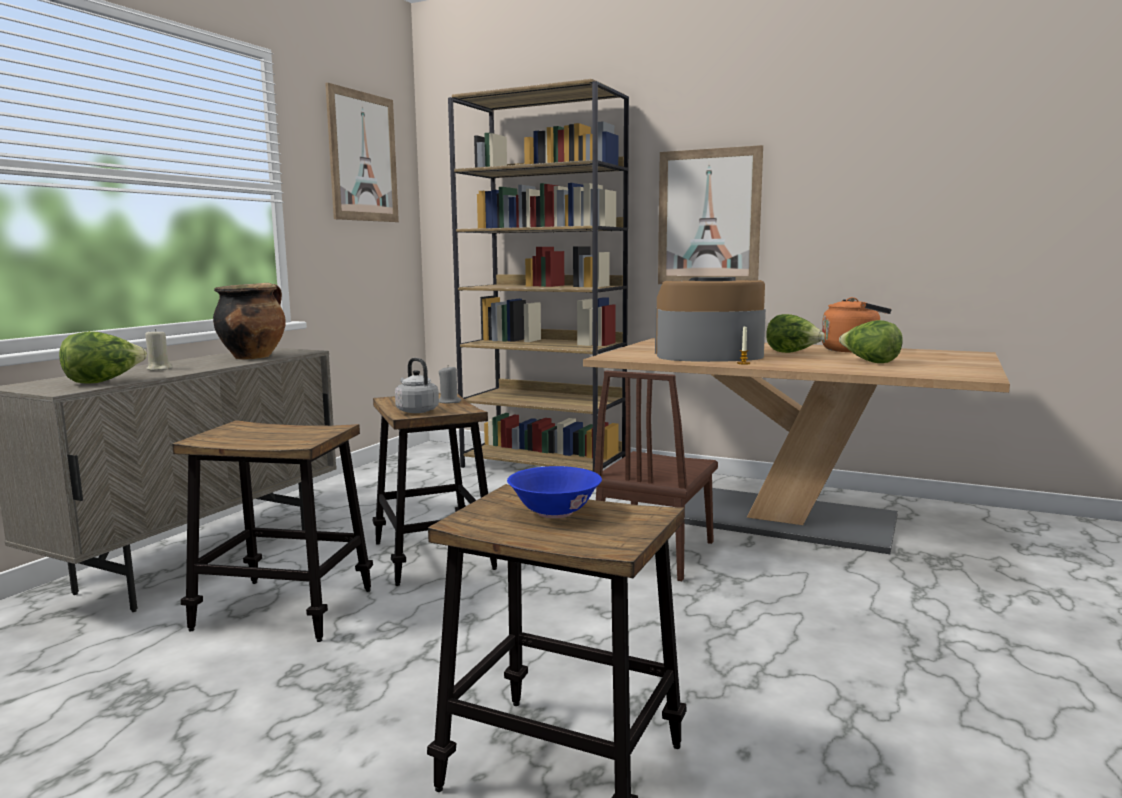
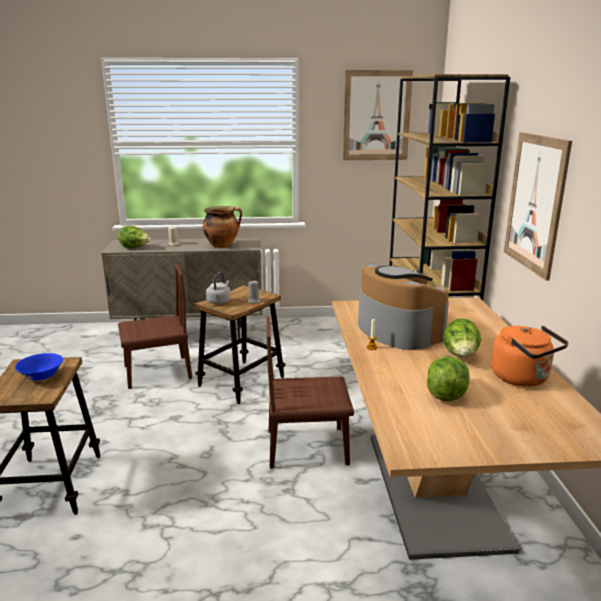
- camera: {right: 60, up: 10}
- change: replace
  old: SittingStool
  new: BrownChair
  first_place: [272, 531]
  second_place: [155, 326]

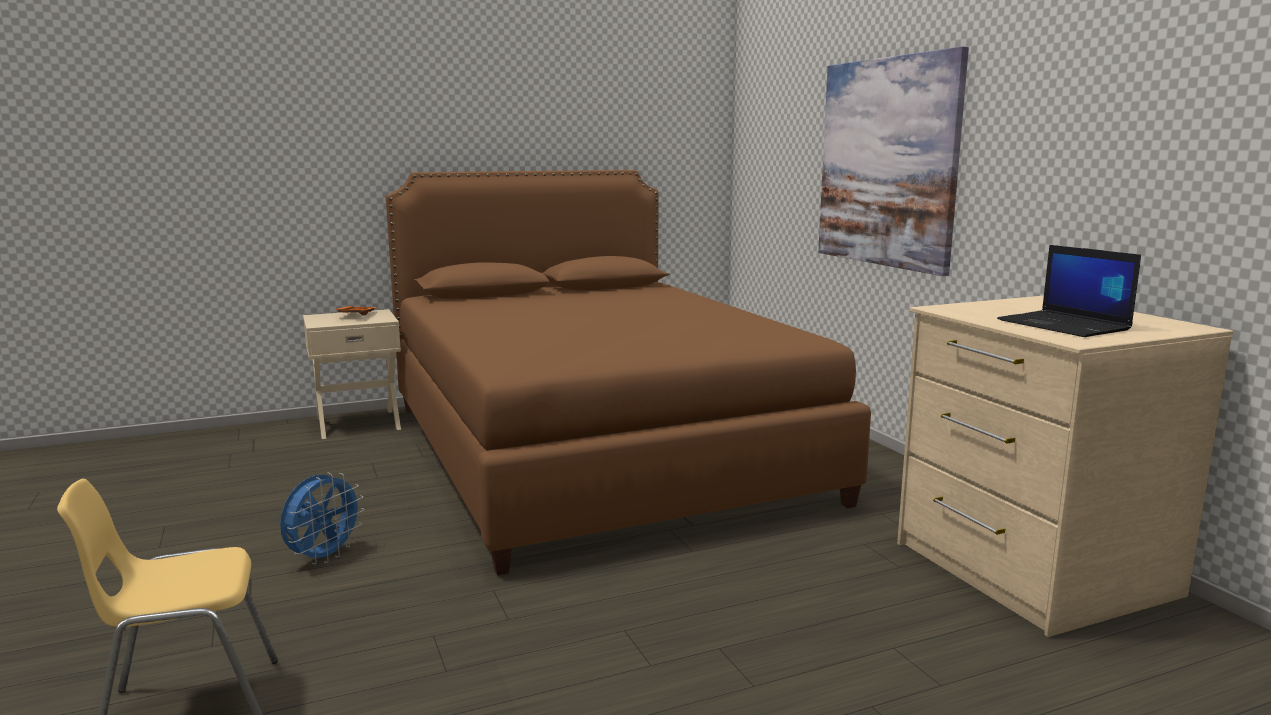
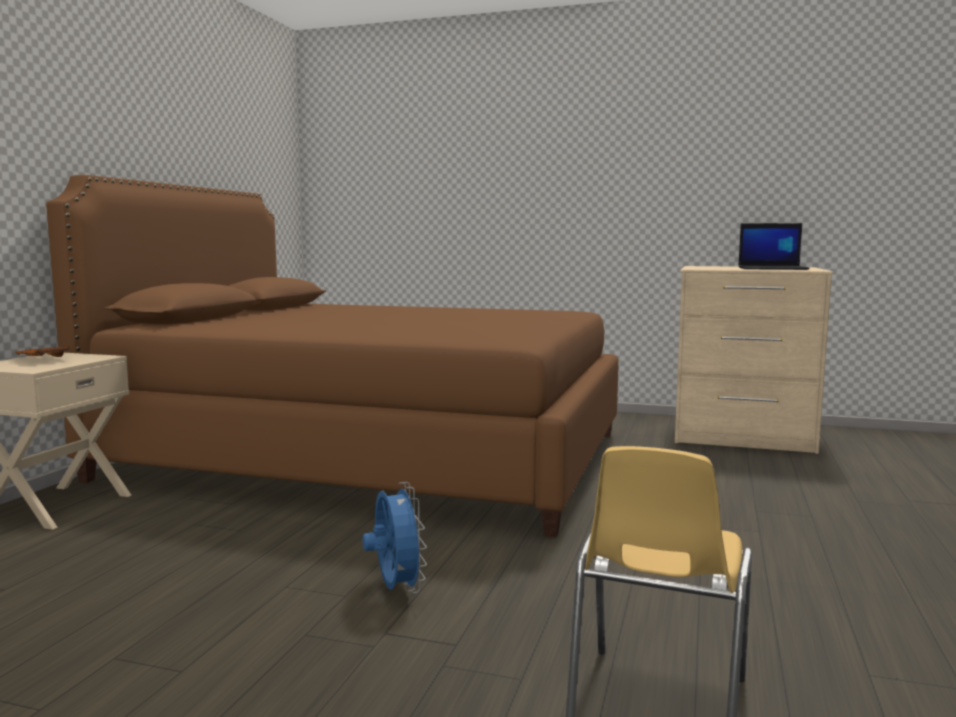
- camera: {right: -50, up: -5}
- change: delete
  old: WallArt
  first_place: [893, 161]

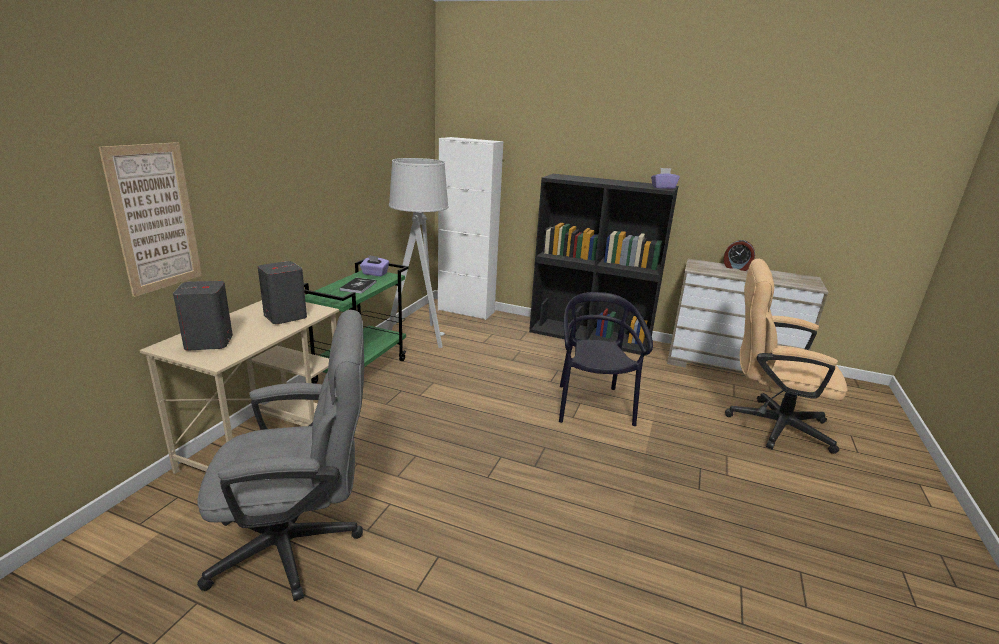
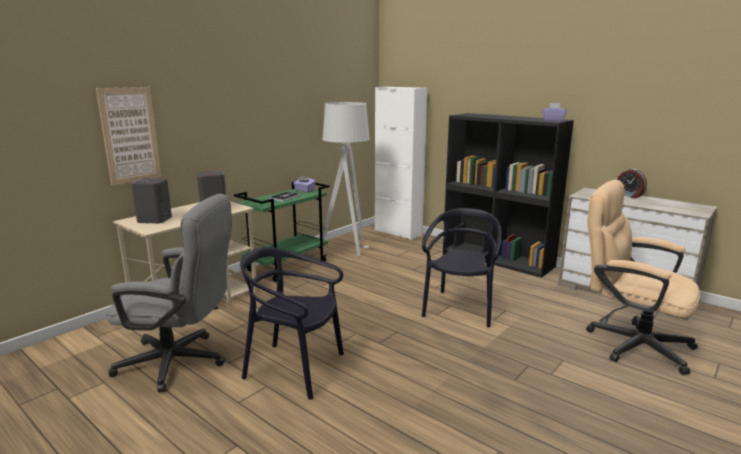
- camera: {right: 20, up: -5}
- change: insert
  new: BlackChair
  second_place: [292, 323]

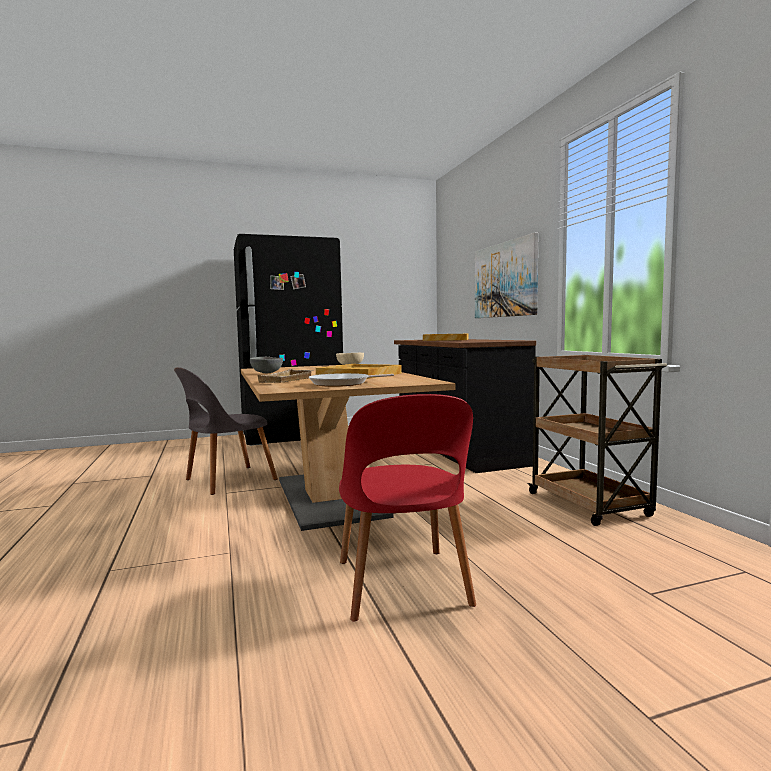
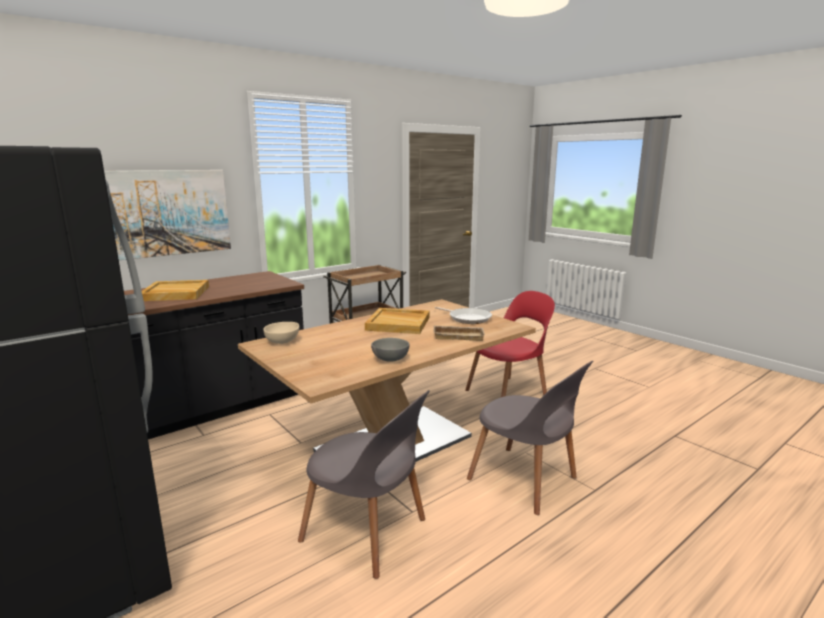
- camera: {right: -110, up: 10}
- change: insert
  new: GrayChair
  second_place: [530, 437]

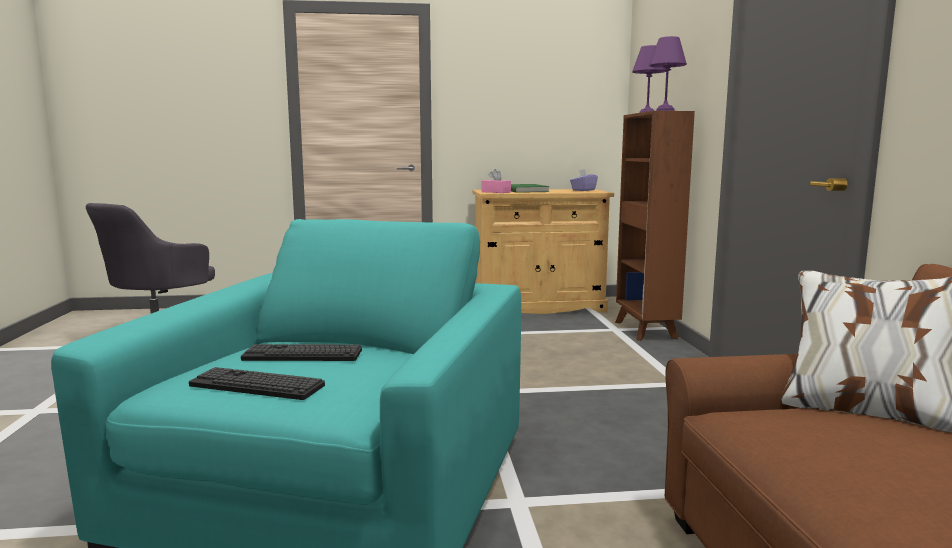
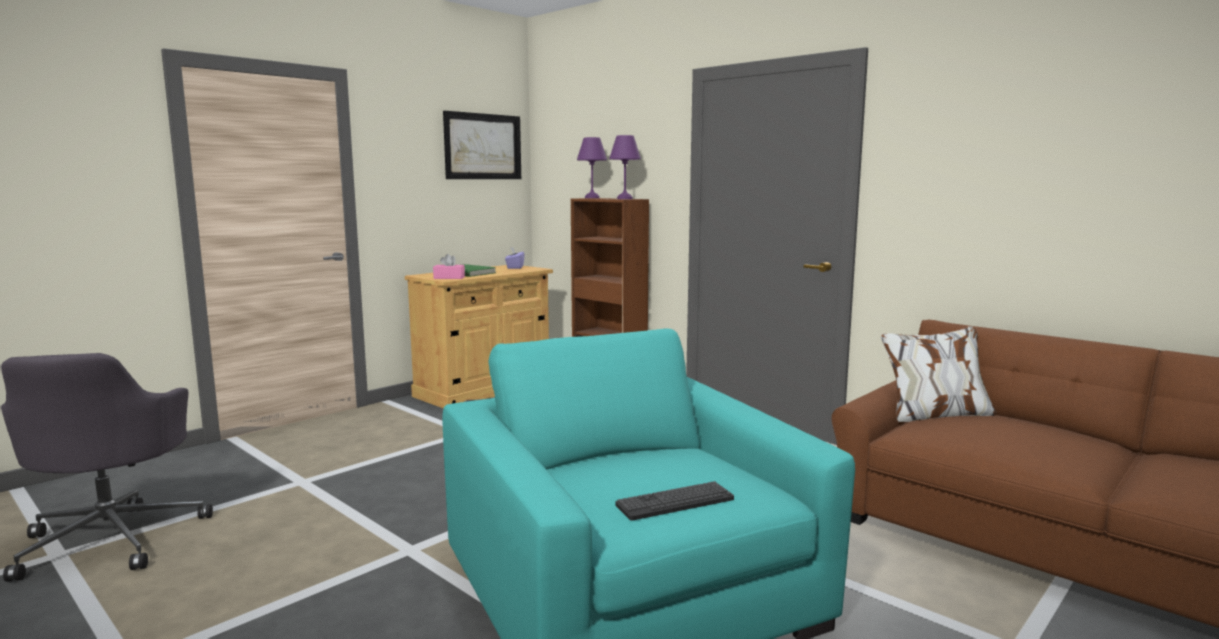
- camera: {right: -40, up: 0}
- change: delete
  old: Keyboard
  first_place: [301, 352]
- change: insert
  new: WallArt
  second_place: [482, 145]

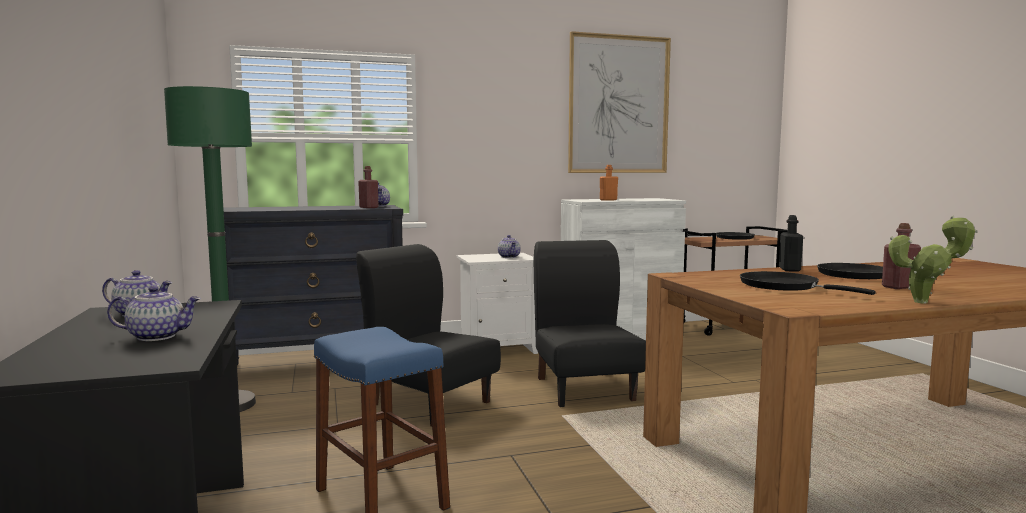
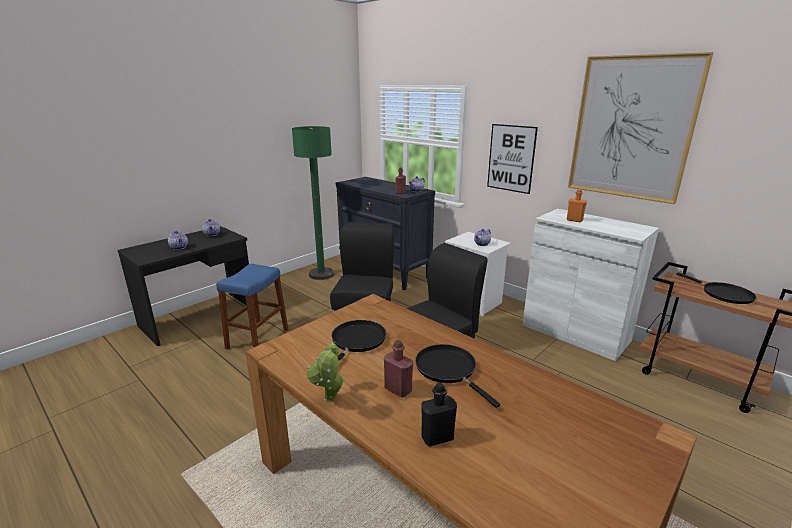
- camera: {right: 60, up: 15}
- change: insert
  new: WallArt
  second_place: [512, 159]
- change: move
  old: BlackBottle
  first_place: [791, 243]
  second_place: [439, 414]

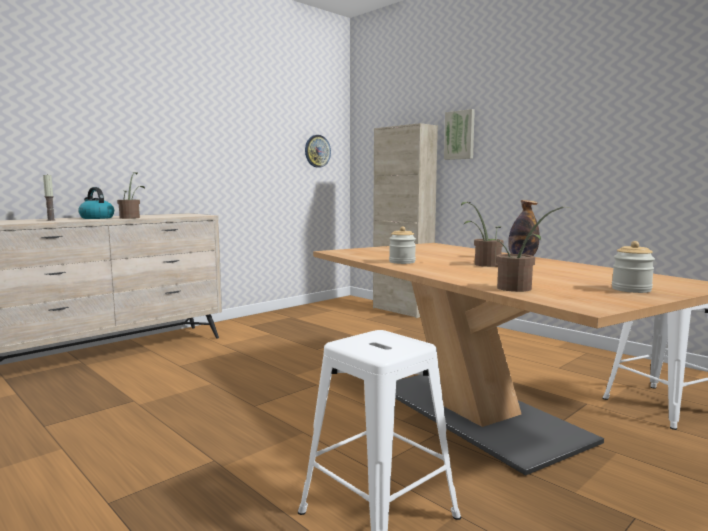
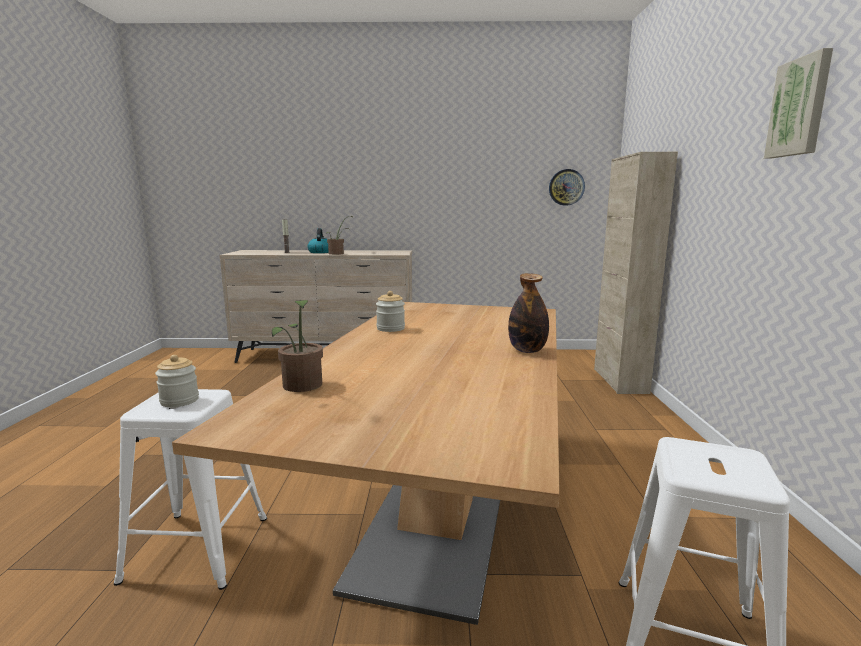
- camera: {right: 45, up: 5}
- change: delete
  old: PlantInAPot
  first_place: [482, 234]
- change: move
  old: WallArt
  first_place: [459, 134]
  second_place: [798, 103]
- change: move
  old: StorageJar
  first_place: [633, 267]
  second_place: [177, 381]

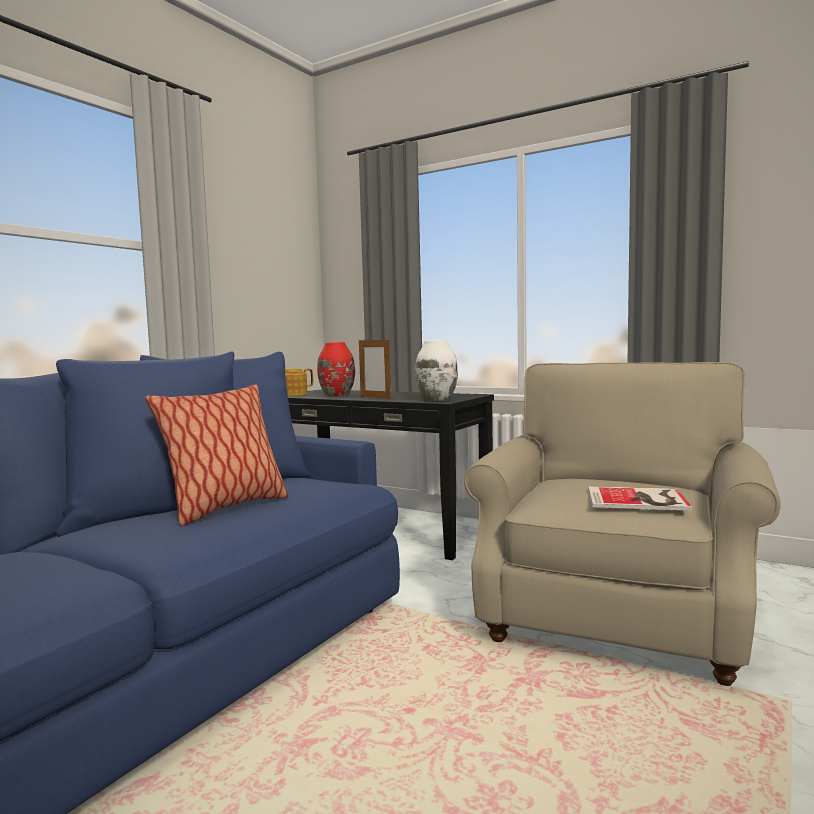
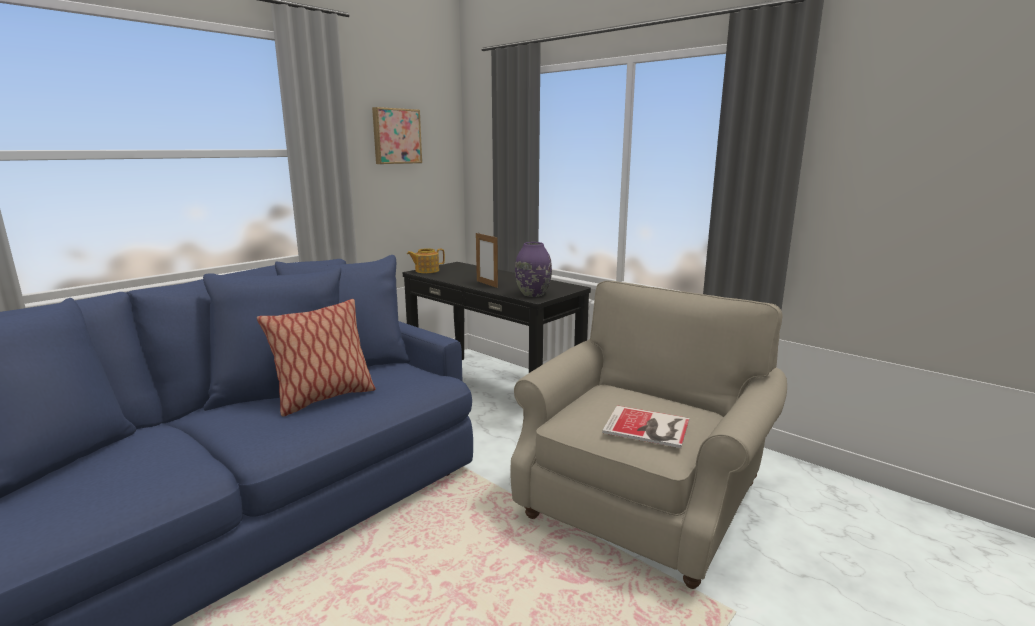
- camera: {right: 10, up: 10}
- change: delete
  old: RedColouredVase
  first_place: [336, 369]
- change: insert
  new: WallArt
  second_place: [397, 135]
- change: recolor
  old: WhiteColouredVase
  new: PurplishVase
  first_place: [436, 370]
  second_place: [533, 269]

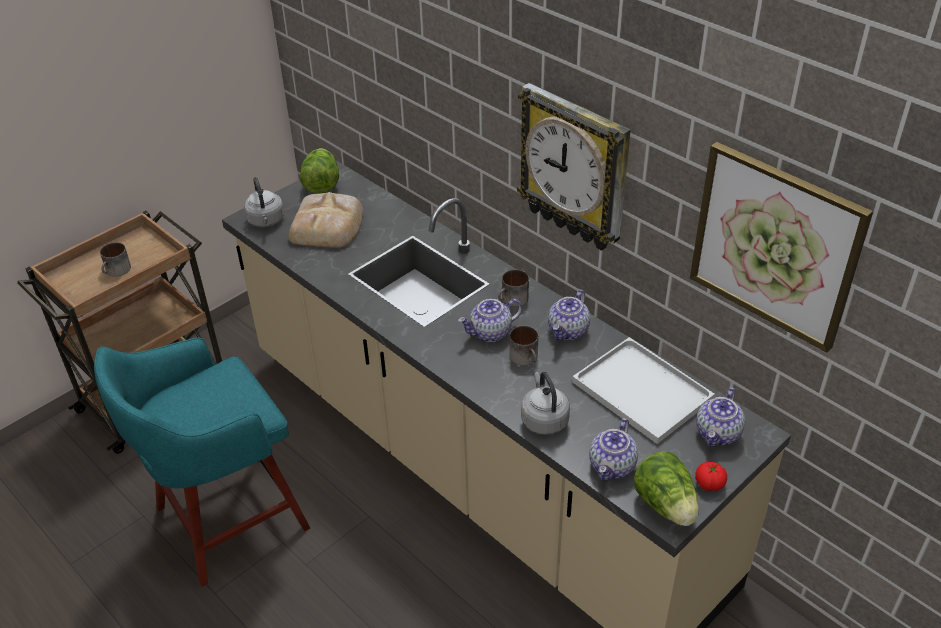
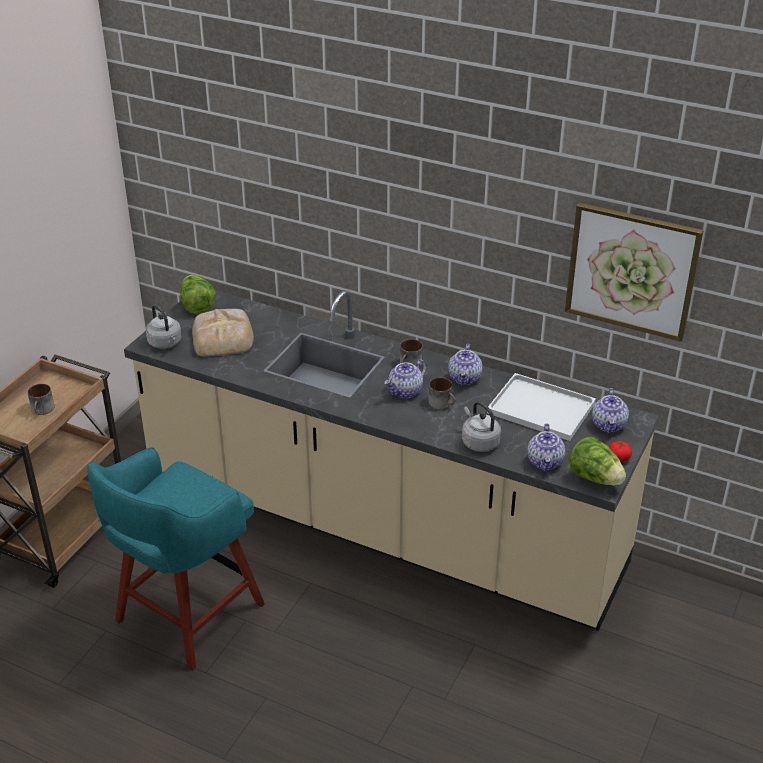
- camera: {right: -20, up: -5}
- change: delete
  old: ClockOnTheWall
  first_place: [574, 167]

